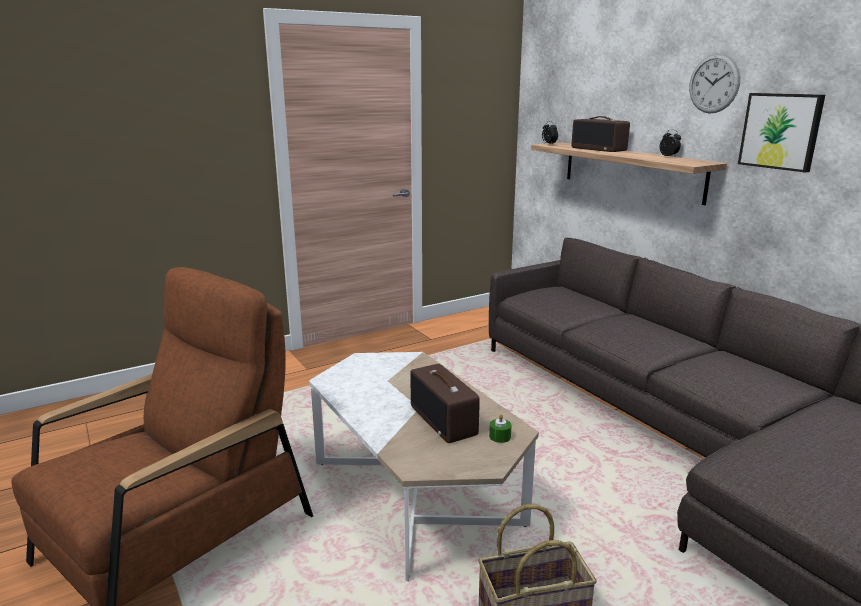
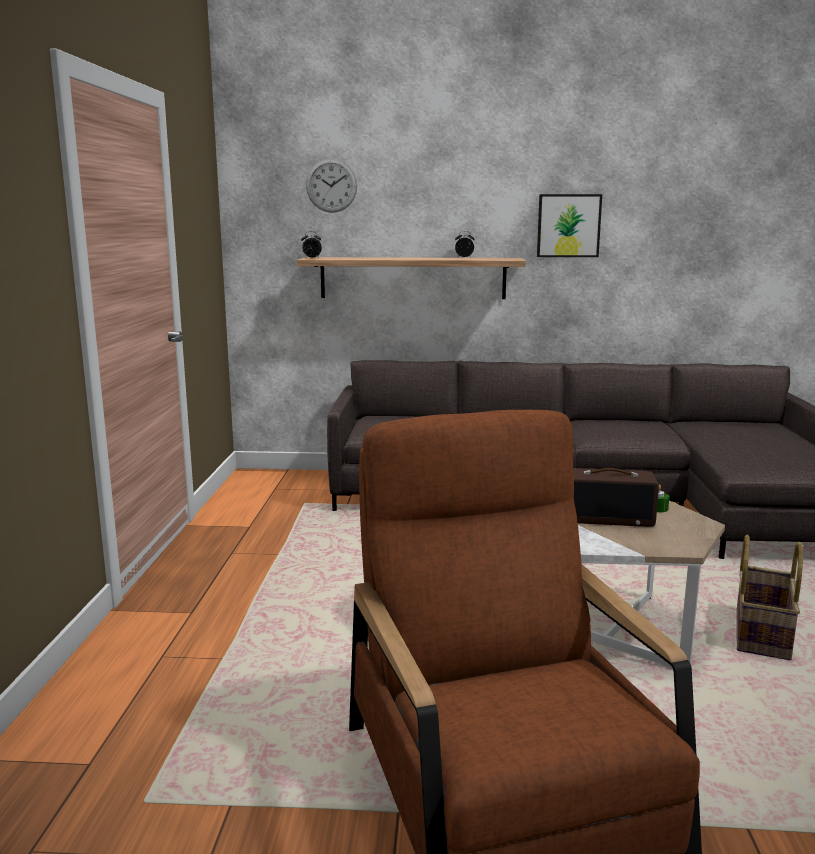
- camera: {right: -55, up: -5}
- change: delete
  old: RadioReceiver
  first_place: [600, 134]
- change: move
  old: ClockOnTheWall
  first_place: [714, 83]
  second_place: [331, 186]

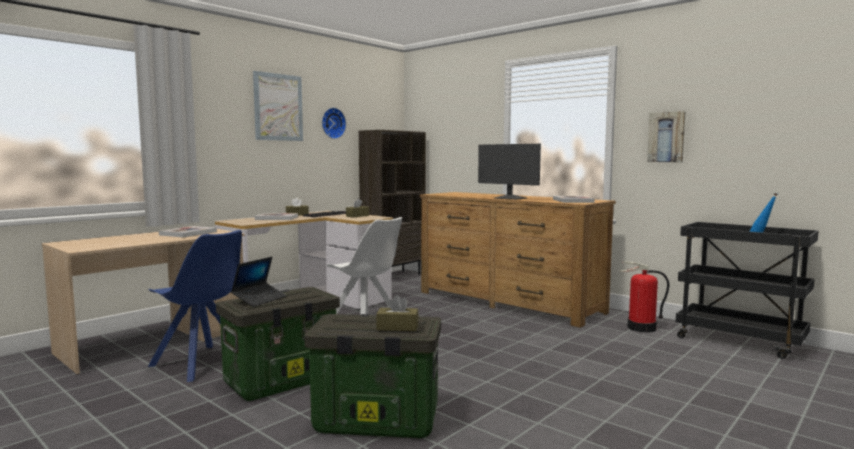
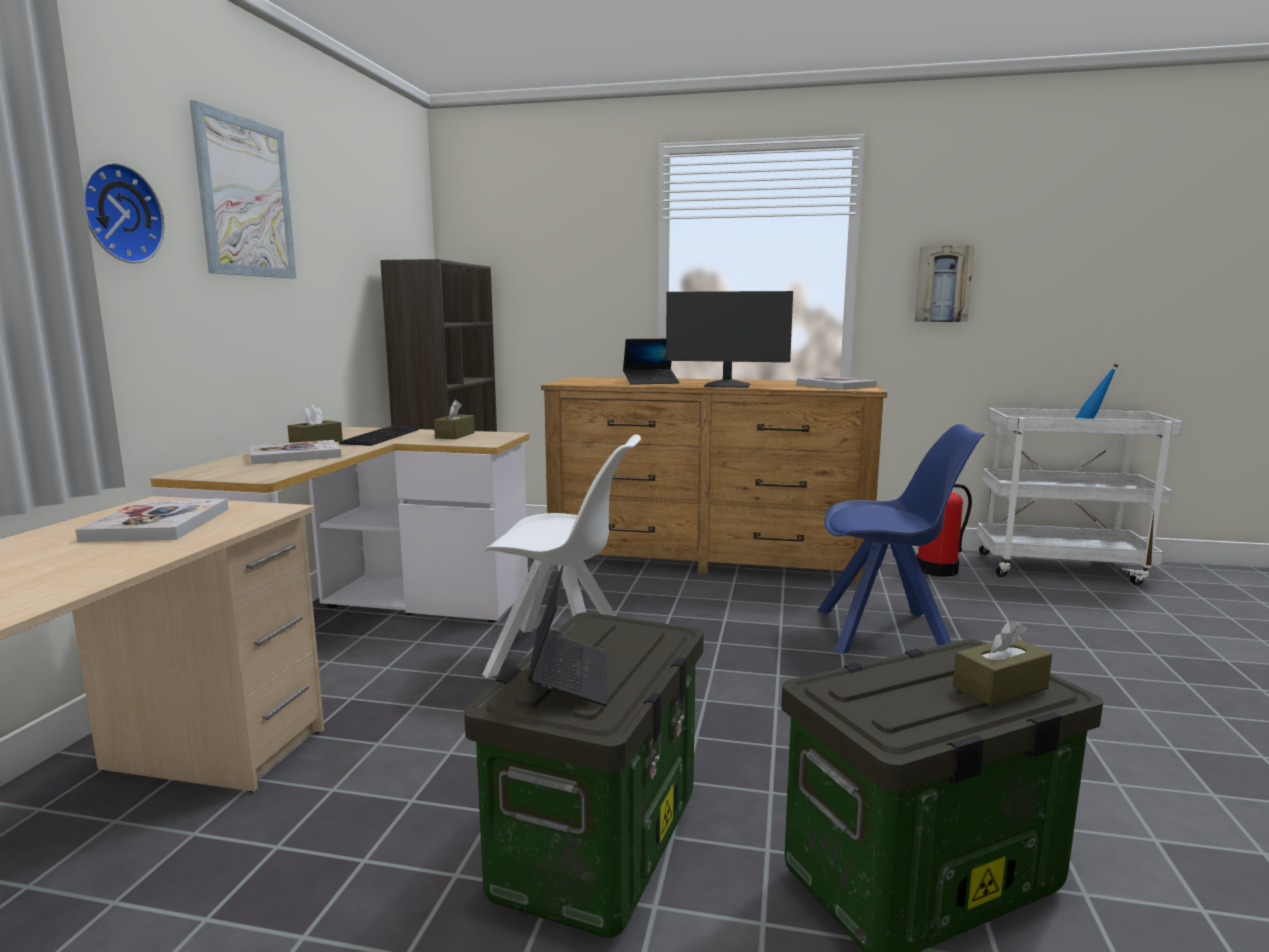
- camera: {right: -30, up: 5}
- change: insert
  new: NotebookComputer
  second_place: [651, 362]
- change: move
  old: BluishChair
  first_place: [195, 306]
  second_place: [901, 539]
- change: move
  old: ClockOnTheWall
  first_place: [334, 123]
  second_place: [123, 212]
- change: recolor
  old: BlackWheeledCart
  new: WhiteColouredWheeledCart
  first_place: [747, 290]
  second_place: [1080, 496]

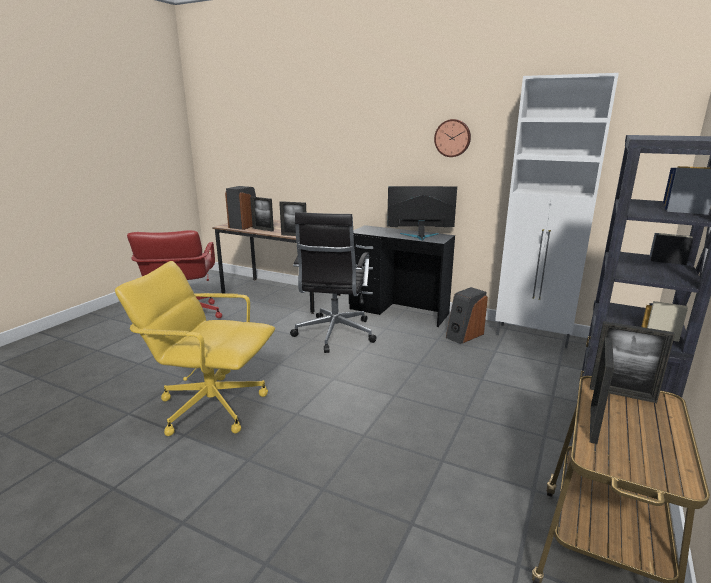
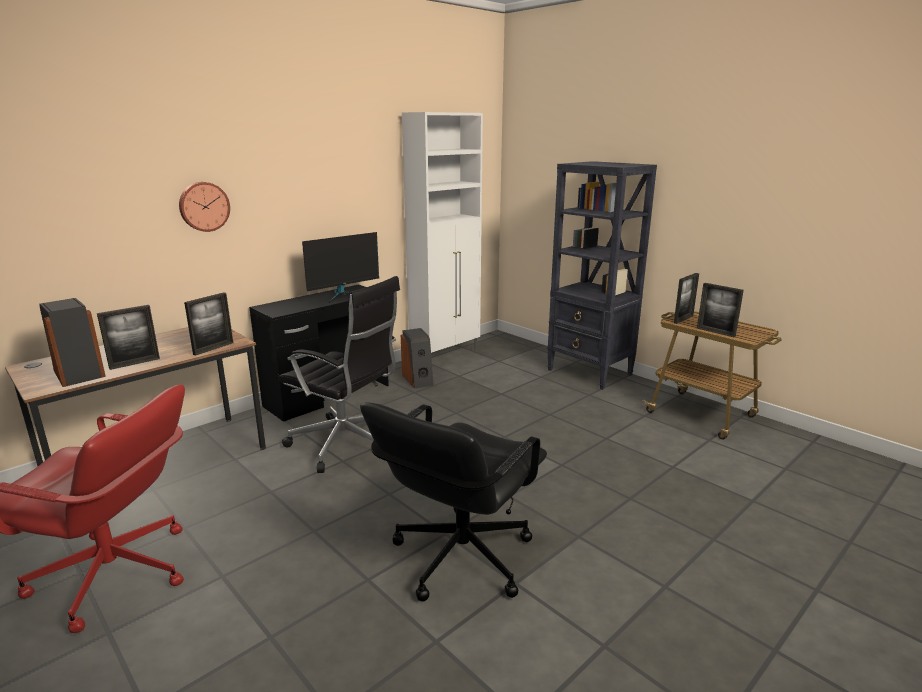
- camera: {right: -70, up: 0}
- change: move
  old: ClockOnTheWall
  first_place: [452, 138]
  second_place: [204, 207]
- change: recolor
  old: YellowishComputerChair
  new: BlackComputerChair
  first_place: [195, 348]
  second_place: [453, 502]
- change: rotate
  old: ComputerDisplay
  first_place: [422, 213]
  second_place: [340, 267]
  degrees: -150

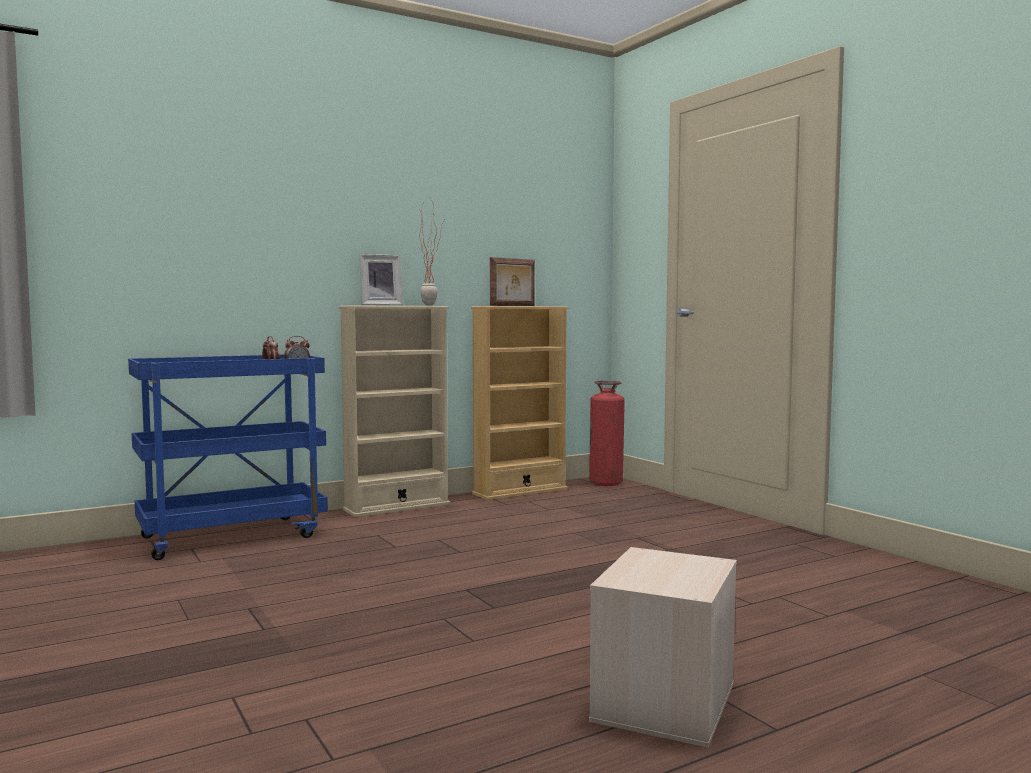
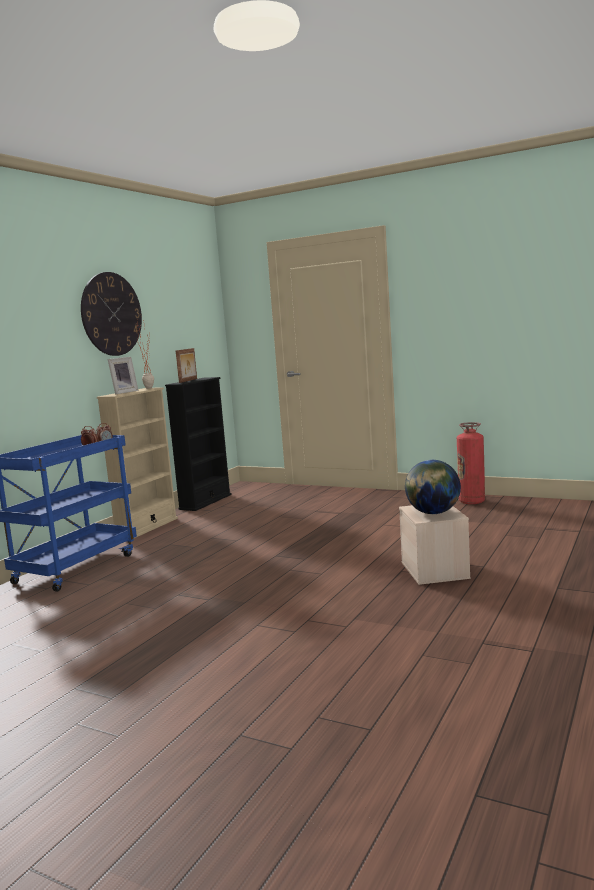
- camera: {right: -30, up: 5}
- change: insert
  new: ClockOnTheWall
  second_place: [111, 314]
- change: insert
  new: Globe
  second_place: [433, 487]
- change: move
  old: FireFightingCylinder
  first_place: [607, 433]
  second_place: [471, 463]
- change: recolor
  old: BeigeColouredBookcase
  new: BlackBookcase
  first_place: [520, 403]
  second_place: [198, 444]

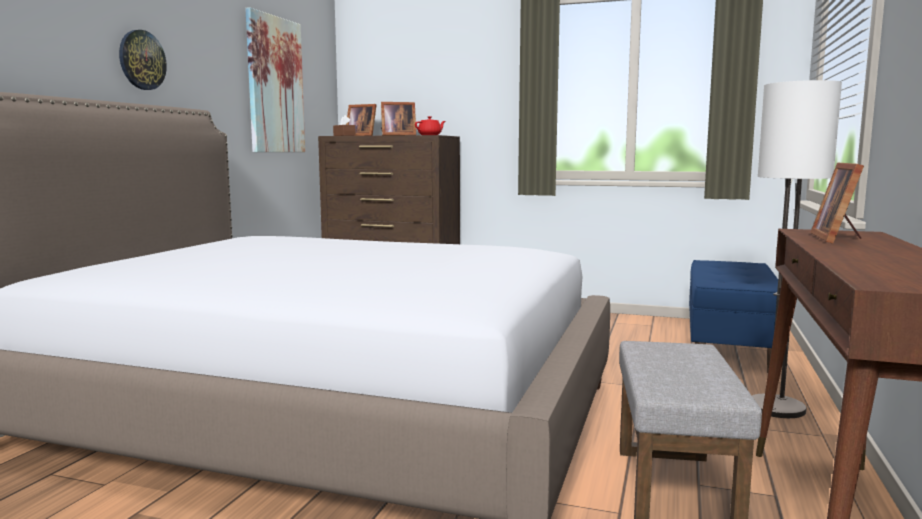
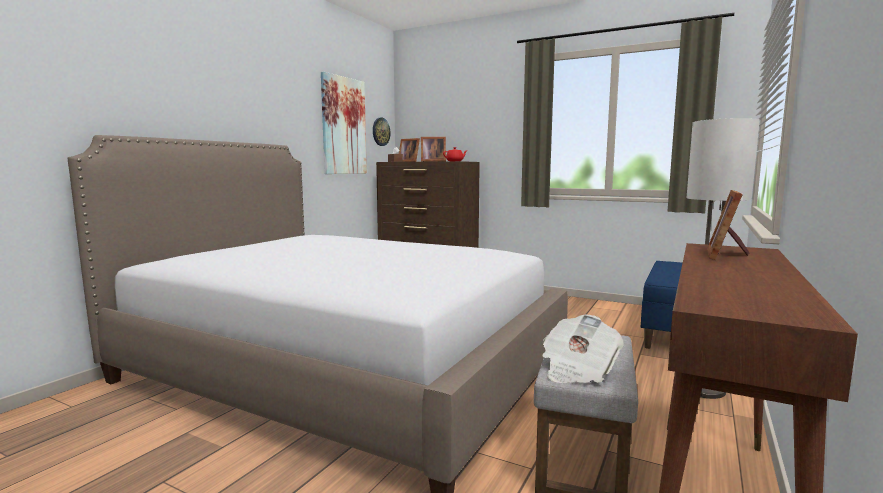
- camera: {right: 10, up: 0}
- change: insert
  new: PrintedPaper
  second_place: [583, 348]
- change: move
  old: ClockOnTheWall
  first_place: [143, 60]
  second_place: [381, 131]

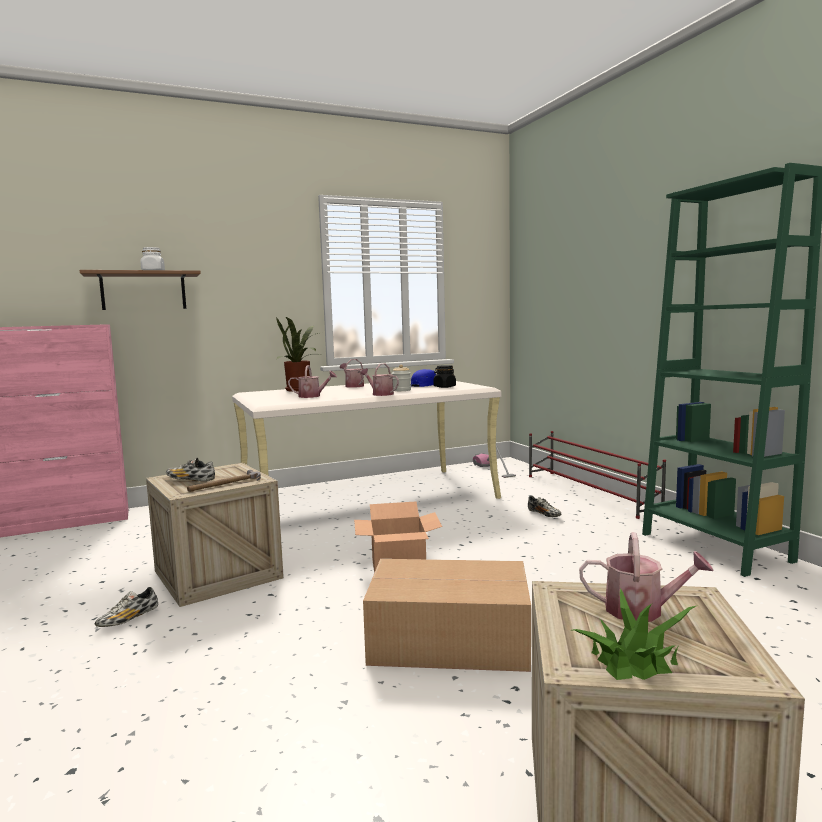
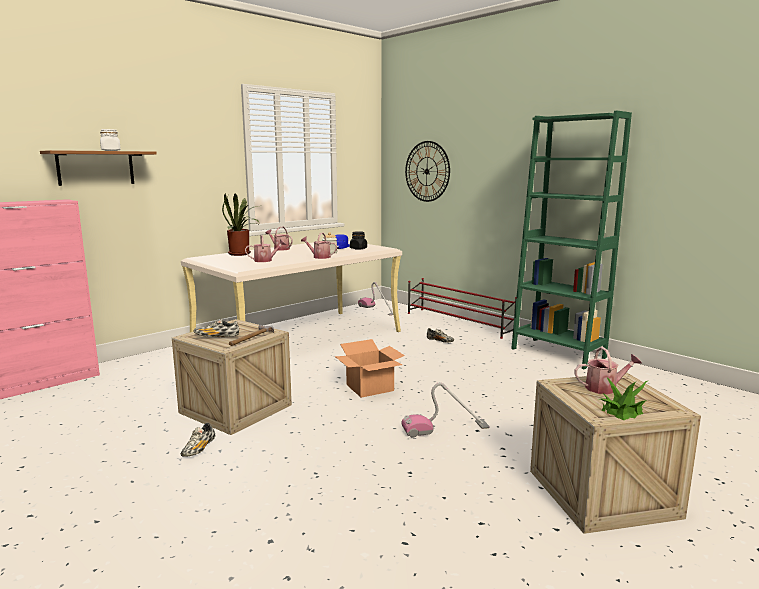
- camera: {right: -20, up: 5}
- change: insert
  new: ClockOnTheWall
  second_place: [427, 171]
- change: replace
  old: PackingBox
  new: VacuumCleaner
  first_place: [447, 615]
  second_place: [445, 410]

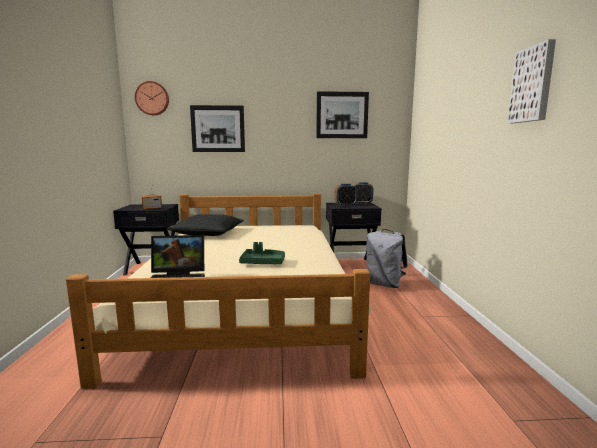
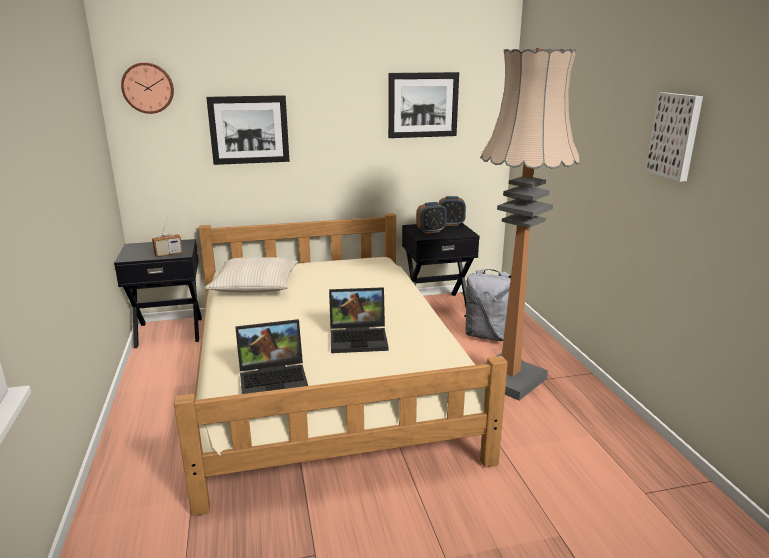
- camera: {right: -10, up: 10}
- change: insert
  new: StandingLamp
  second_place: [530, 224]
- change: replace
  old: GreenColouredCarryingTray
  new: NotebookComputer
  first_place: [262, 253]
  second_place: [359, 320]
- change: recolor
  old: BlackPillow
  new: BeigeColouredPillow
  first_place: [205, 225]
  second_place: [251, 274]

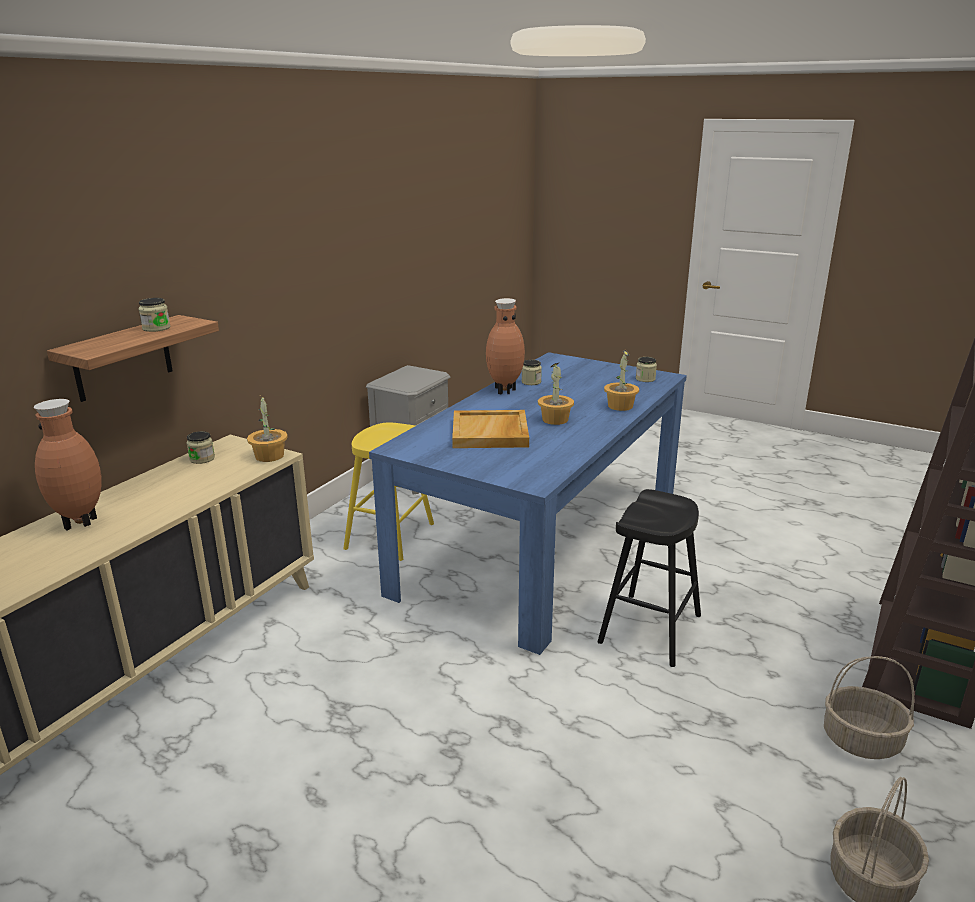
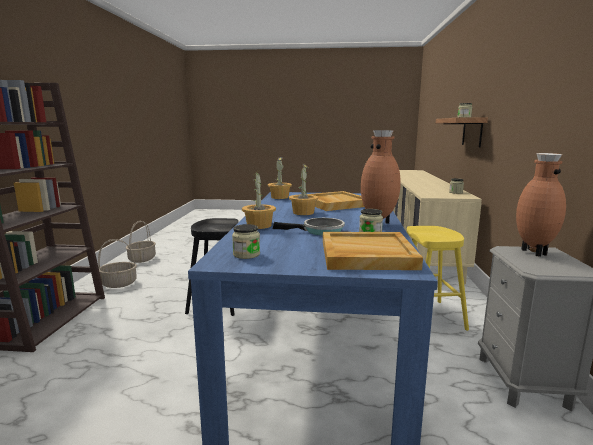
- camera: {right: 155, up: -10}
- change: insert
  new: Skillet
  second_place: [309, 227]
- change: insert
  new: BeigeColouredCarryingTray
  second_place: [373, 251]
- change: move
  old: BrownVase
  first_place: [67, 464]
  second_place: [541, 204]
- change: move
  old: PlantInAPot
  first_place: [267, 429]
  second_place: [280, 178]

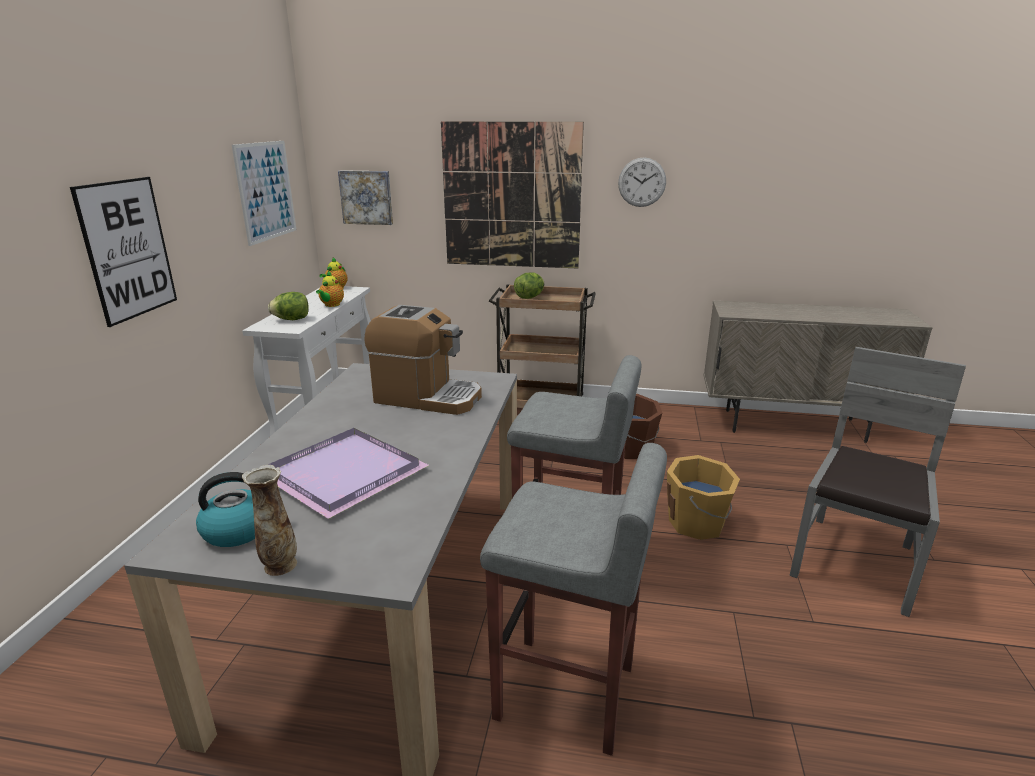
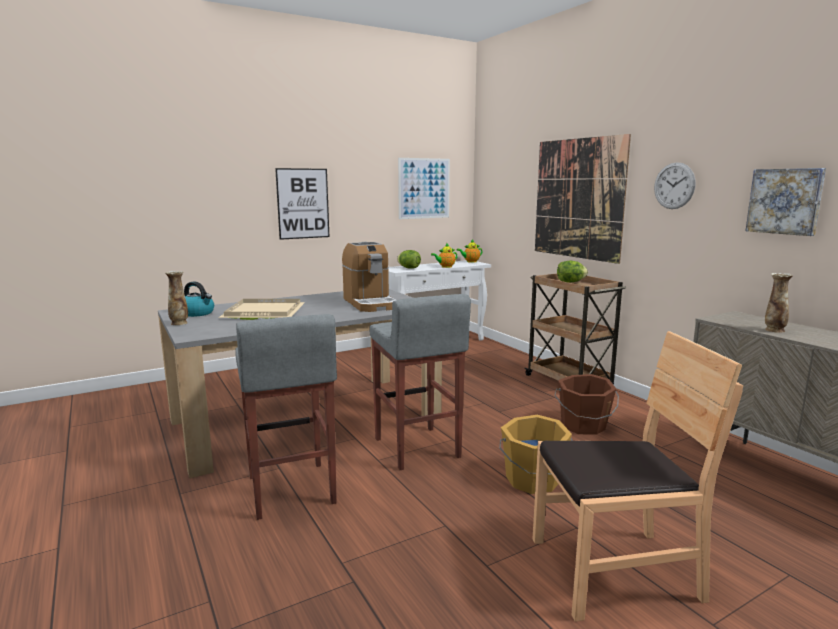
- camera: {right: 50, up: -10}
- change: insert
  new: Vase
  second_place: [779, 303]
- change: move
  old: WallArt
  first_place: [365, 197]
  second_place: [785, 202]
- change: recolor
  old: PurplishCarryingTray
  new: BeigeColouredCarryingTray
  first_place: [348, 473]
  second_place: [261, 309]
- change: recolor
  old: GrayChair
  new: BrownChair
  first_place: [877, 482]
  second_place: [638, 476]

